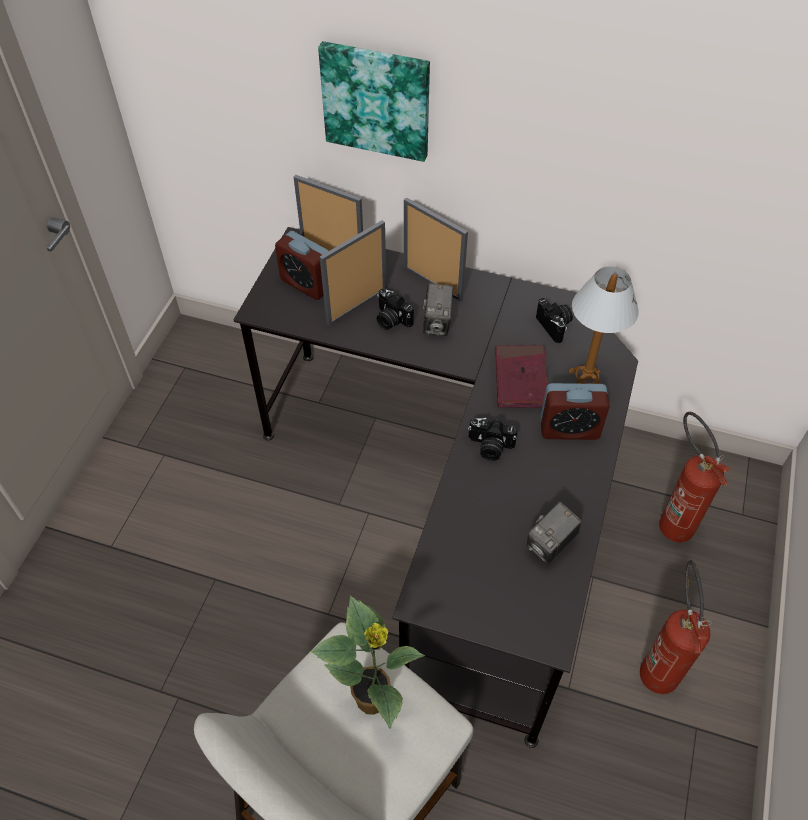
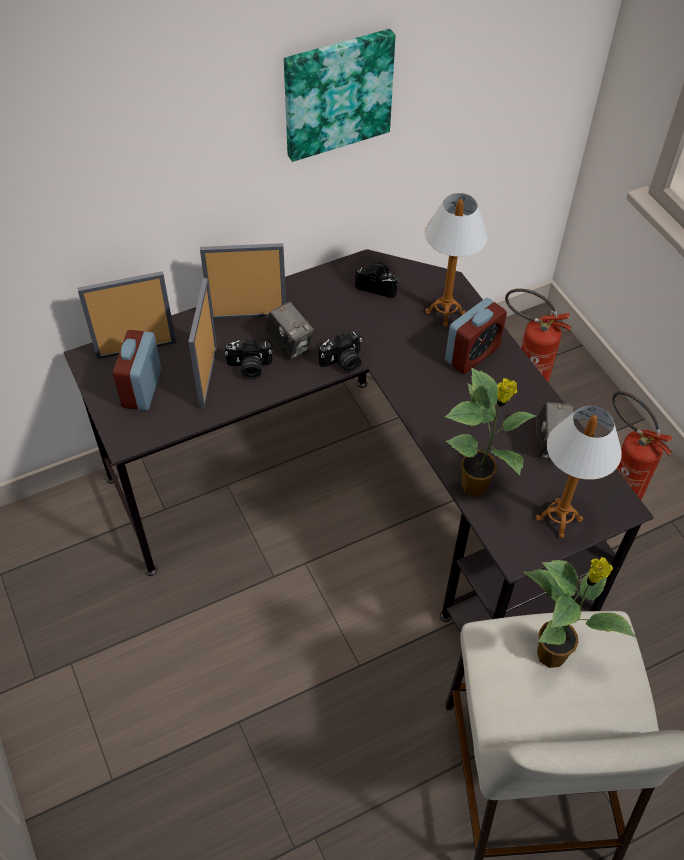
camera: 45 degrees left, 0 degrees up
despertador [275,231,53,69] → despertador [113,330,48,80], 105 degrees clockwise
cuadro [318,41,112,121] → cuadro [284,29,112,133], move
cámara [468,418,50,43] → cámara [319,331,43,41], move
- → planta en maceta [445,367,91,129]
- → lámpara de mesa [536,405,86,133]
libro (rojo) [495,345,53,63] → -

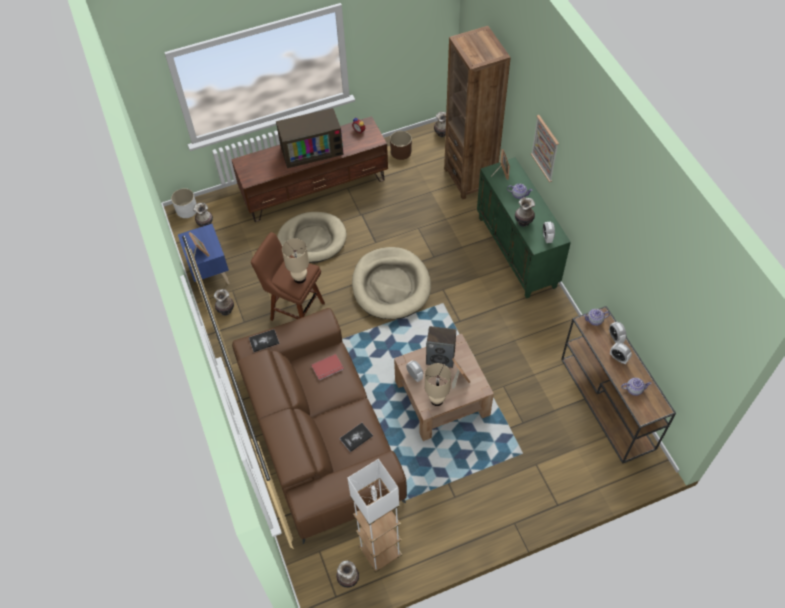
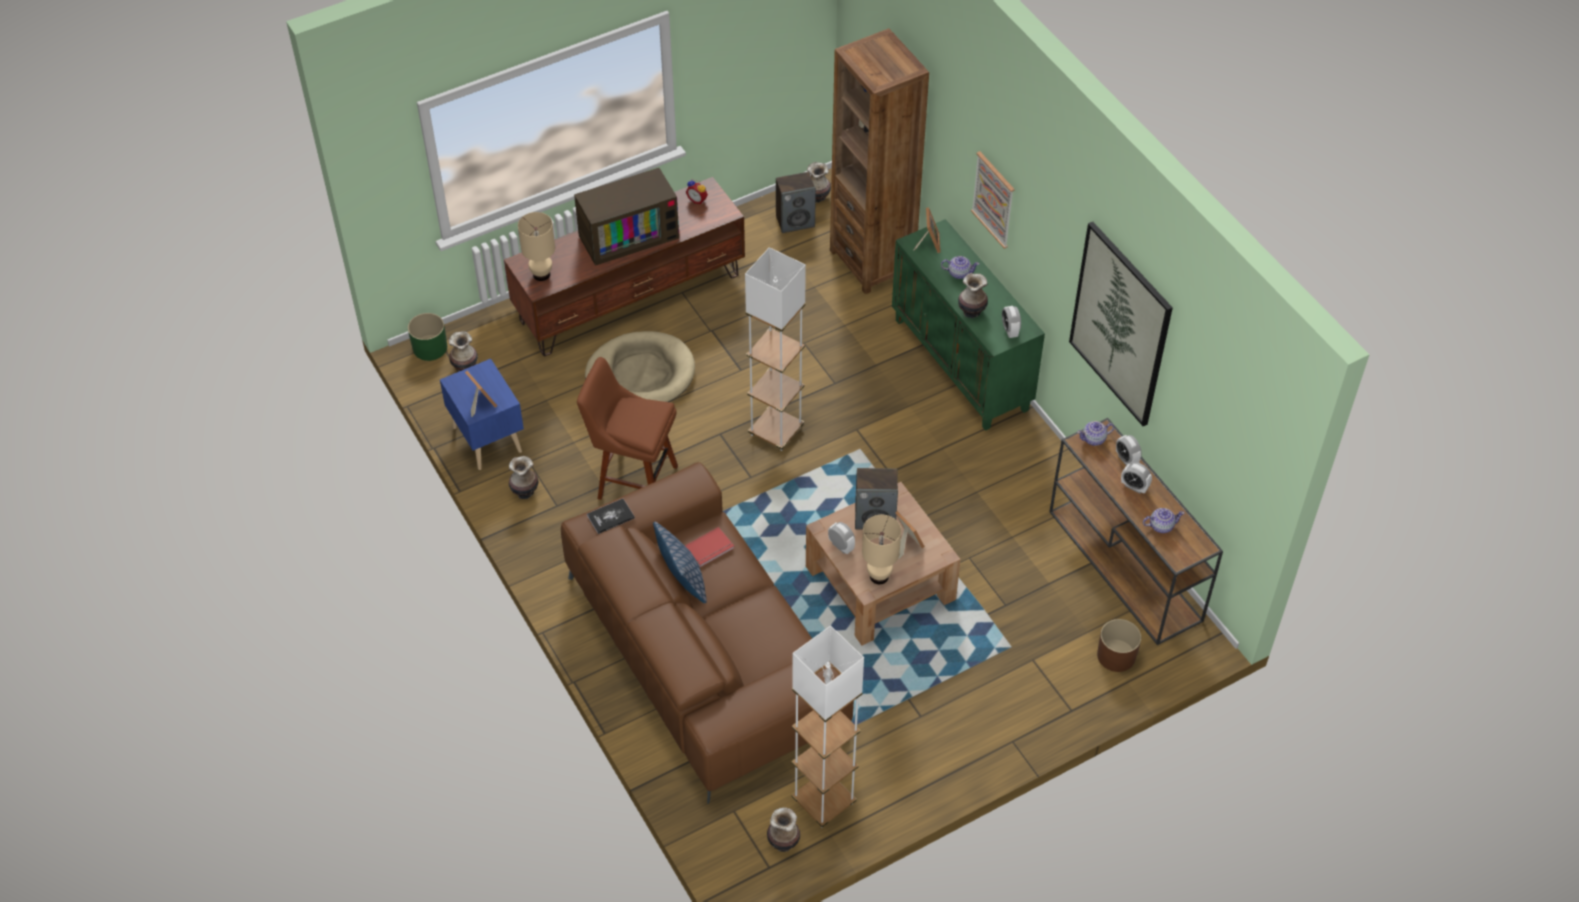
camera: 10 degrees left, 5 degrees down
maceta (blanco) [171,188,25,30] → maceta (verde) [408,313,39,48]
lámpara de mesa (beis) [282,238,27,46] → lámpara de mesa (beis) [518,212,37,69], move
- → cojín [653,522,54,81]
cama para perro (beis) [352,247,79,72] → lámpara de pie (blanco) [745,247,61,204]
- → altavoz [776,172,40,61]
- → cuadro [1069,222,104,204]
maceta (marrón) [390,131,22,29] → maceta (marrón) [1097,619,44,53], move
libro [340,423,33,29] → -

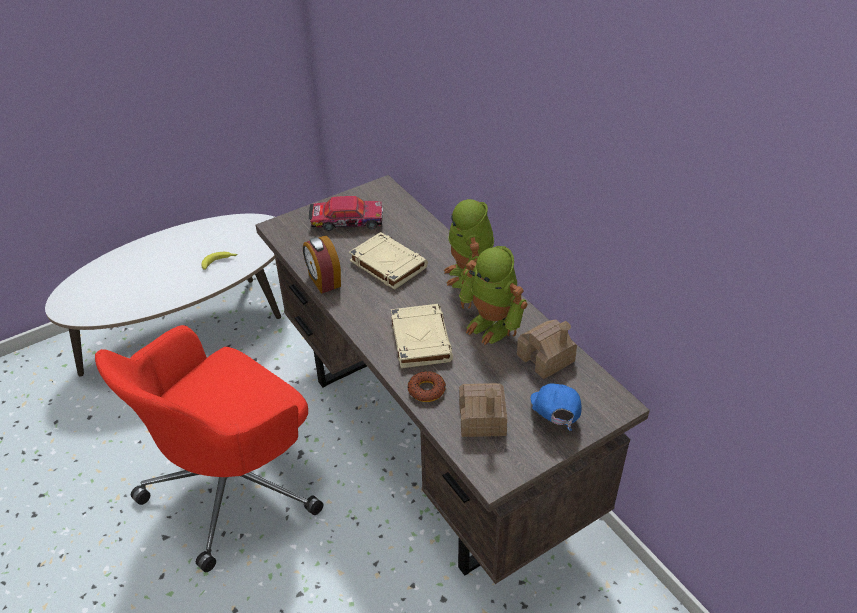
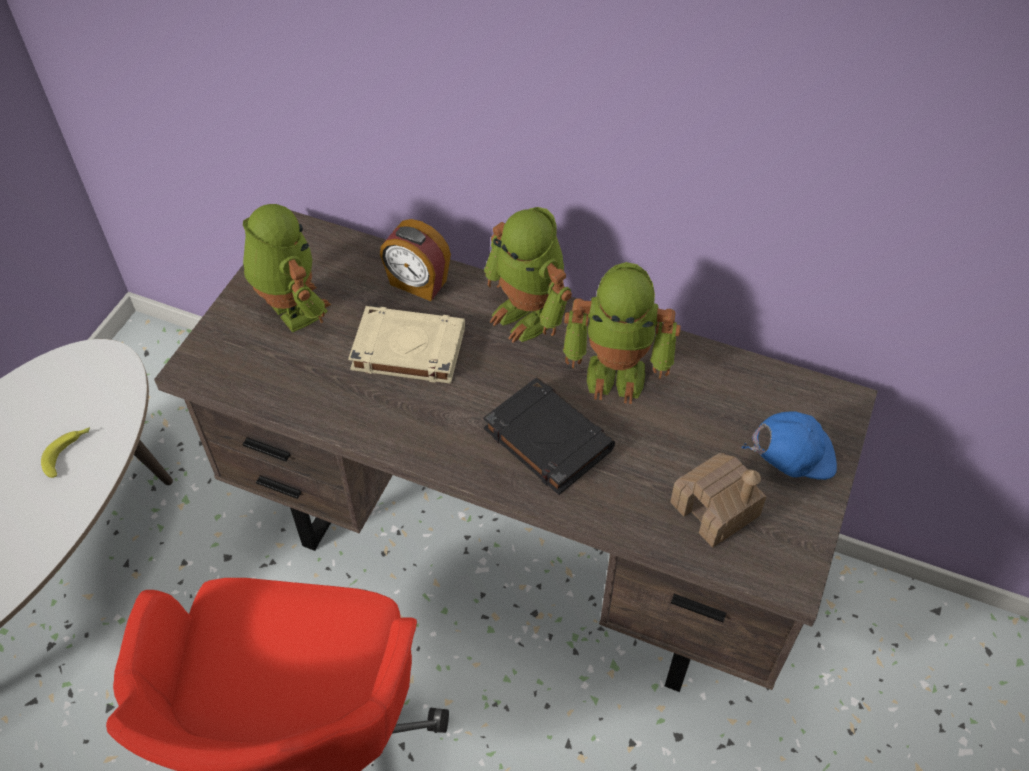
camera: 35 degrees left, 10 degrees up
coche de juguete [309,196,74,35] → robot de juguete [243,204,88,129]
despertador [303,236,38,58] → despertador [380,219,71,82], move
libro (beis) [391,304,62,64] → libro (negro) [483,377,132,118]
gorra (azul) [531,383,50,48] → gorra (azul) [741,411,96,69], 120 degrees clockwise
rosquilla [408,371,38,31] → -
casita [517,320,60,59] → -

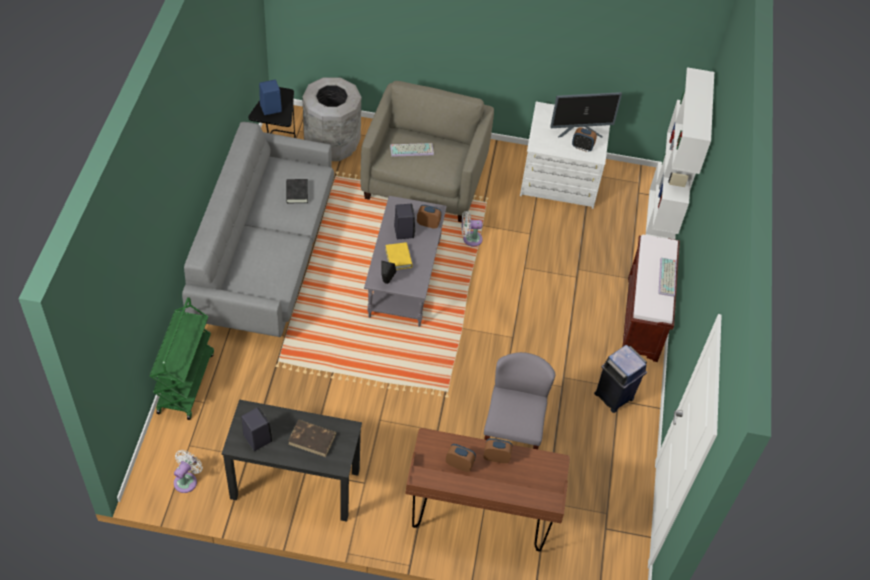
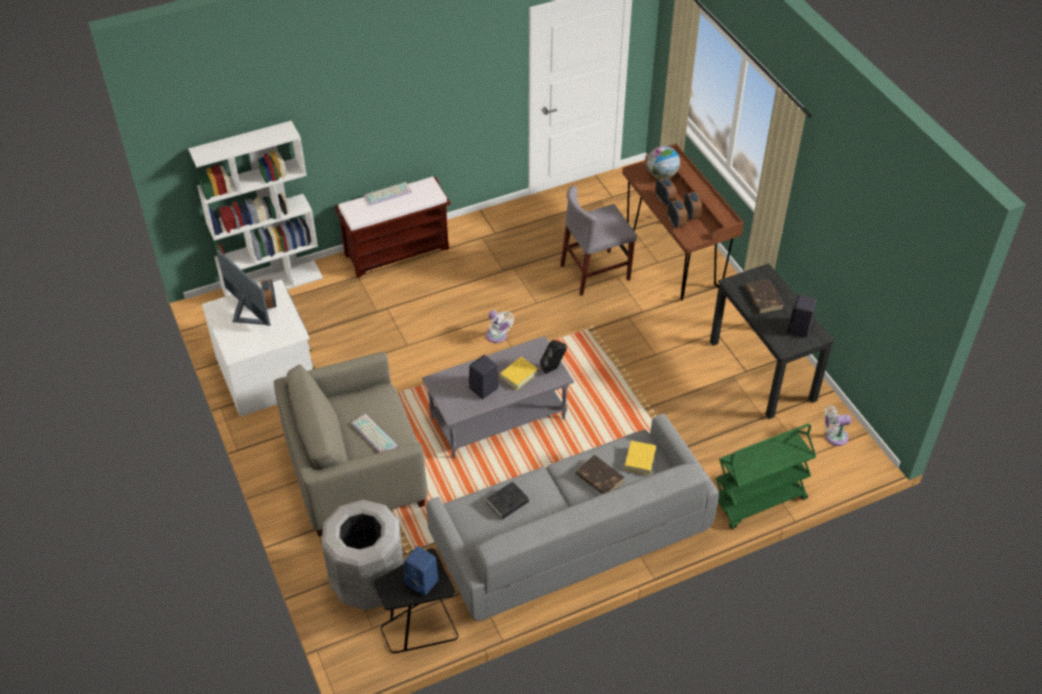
camera: 120 degrees left, 5 degrees down
ventilador (blanco) [462,211,21,36] → ventilador (blanco) [486,310,28,33], move
- → libro (marrón) [575,455,50,39]
- → libro (amarillo) [624,441,32,34]
- → globo terráqueo [647,146,33,33]
despertador [417,205,25,23] → despertador [668,200,20,28], move
papelera (azul) [594,345,53,68] → -

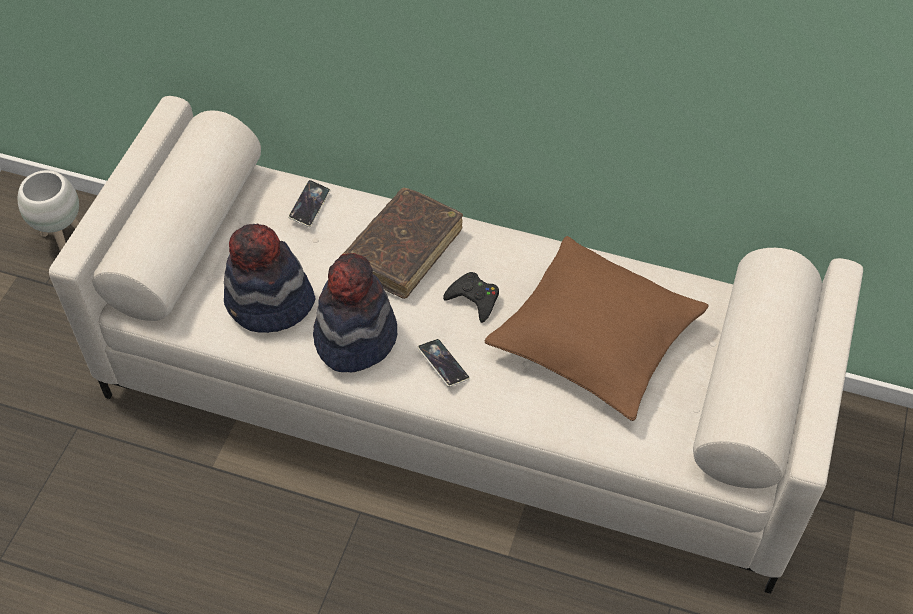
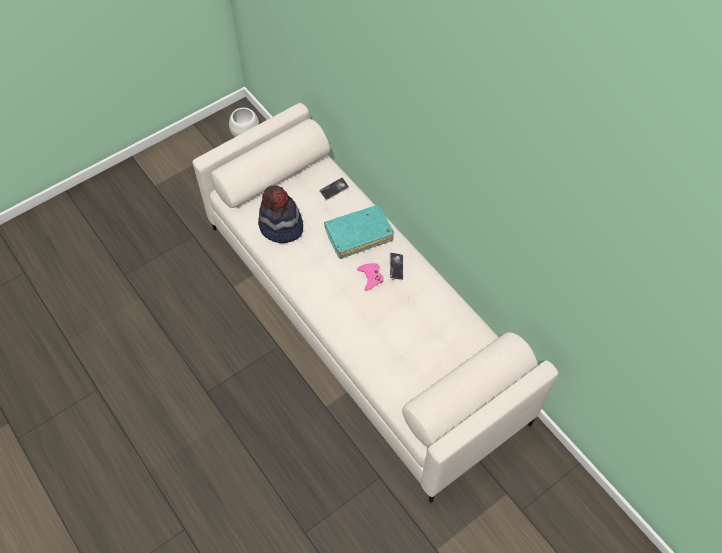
camera: 35 degrees right, 5 degrees up
libro (marrón) [343,188,120,111] → libro (turquesa) [324,205,70,54]
mando de consola (negro) [443,272,56,51] → mando de consola (rosa) [357,263,27,28]
móvil [417,339,53,48] → móvil [389,253,15,28], move
sombrero [313,253,84,119] → -
cojín (marrón) [485,236,224,185] → -

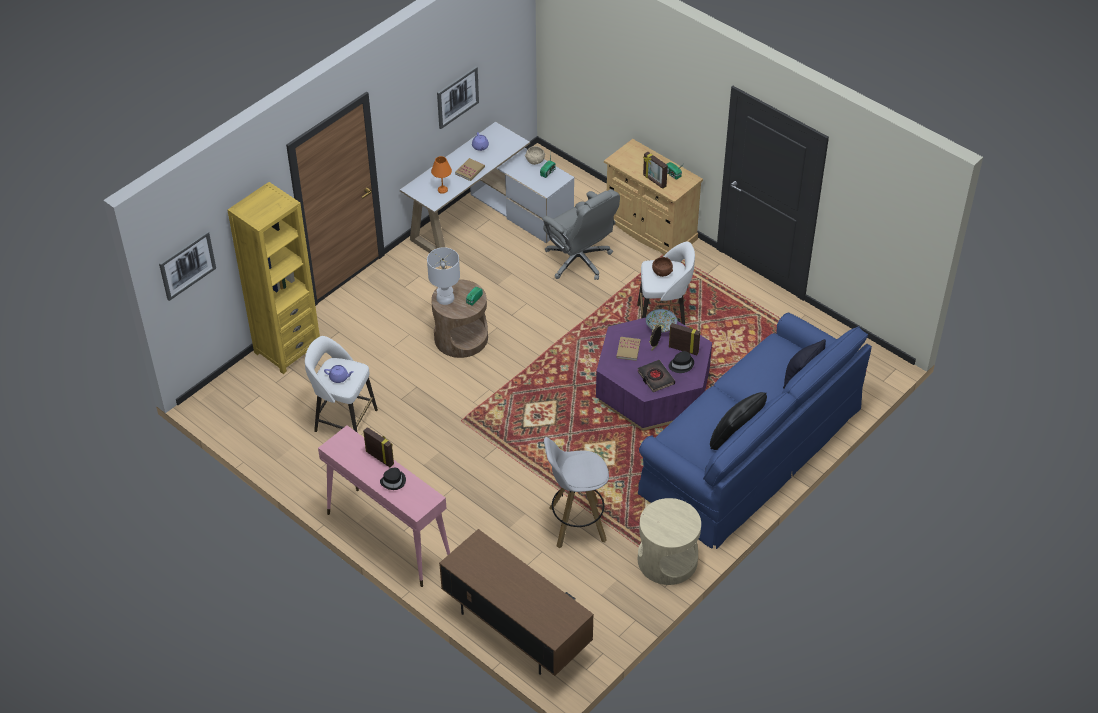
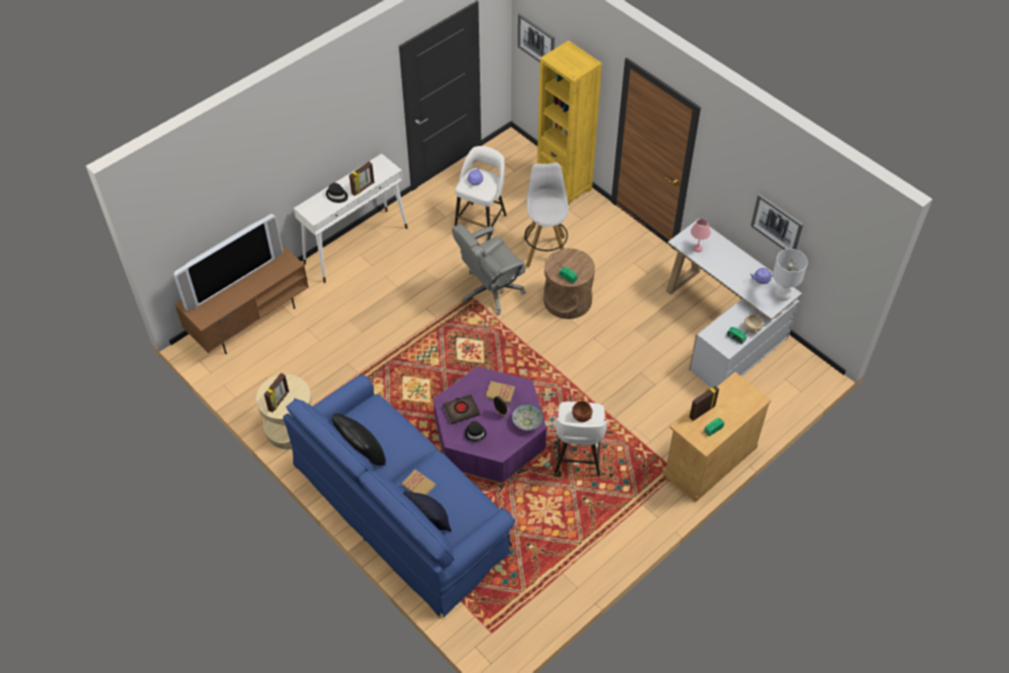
camera: 95 degrees right, 5 degrees up
- → televisor [174,214,109,97]
portarretratos [669,323,31,32] → portarretratos [264,373,25,40], move
mesa consola (rosa) [318,425,132,162] → mesa consola (blanco) [294,154,114,129]
libro [455,158,30,23] → libro [402,470,34,25], move
silla de oficina (gris) [542,189,78,91] → silla de oficina (gris) [452,224,74,91], move
taburete (blanco) [544,437,65,111] → taburete (blanco) [523,163,46,104], move
lámpara de mesa (naranja) [431,156,21,38] → lámpara de mesa (rosa) [691,219,20,33]
lámpara de mesa (blanco) [427,247,33,58] → lámpara de mesa (blanco) [773,249,35,52], move

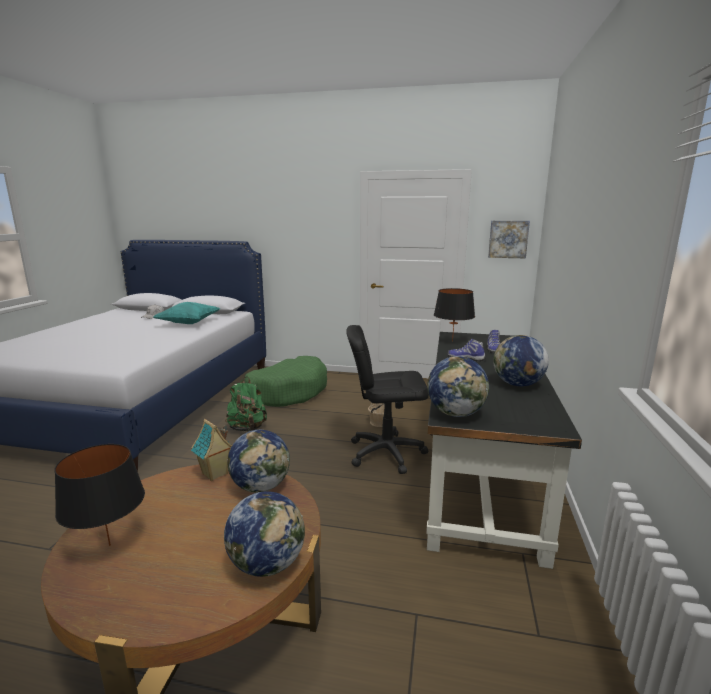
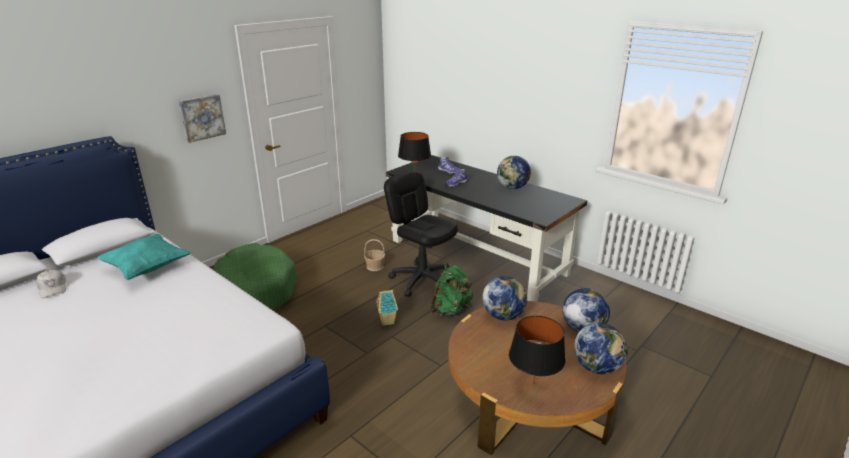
camera: 60 degrees left, 10 degrees up
cuadro [488,220,42,38] → cuadro [179,94,47,49], move
casita [191,419,41,62] → casita [376,290,22,36], move
silla de oficina (negro) [346,325,83,149] → silla de oficina (negro) [384,171,74,126], 105 degrees clockwise
mochila (verde) [225,376,42,55] → mochila (verde) [431,262,42,55], move
globo terráqueo [427,356,62,61] → globo terráqueo [574,323,54,51], move

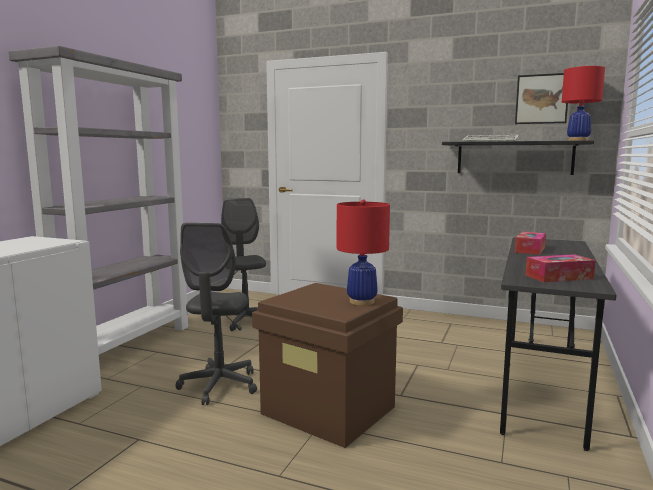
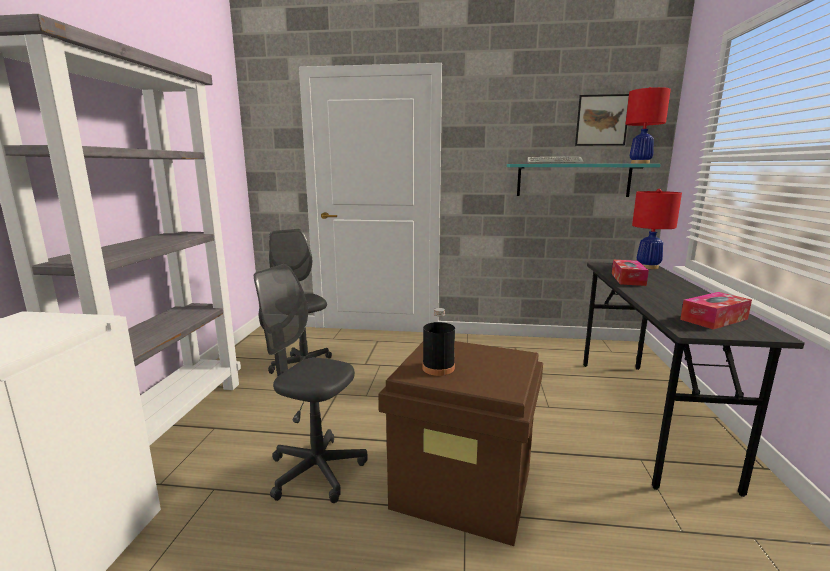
camera: 15 degrees left, 5 degrees up
silla de oficina (gris) [175,223,82,182] → silla de oficina (gris) [254,264,114,239], 120 degrees clockwise
- → botella (negro) [422,308,33,68]
estante (negro) [442,141,152,34] → estante (turquesa) [507,164,154,33]
lámpara de mesa (rojo) [337,200,53,106] → lámpara de mesa (rojo) [632,189,50,80], move

